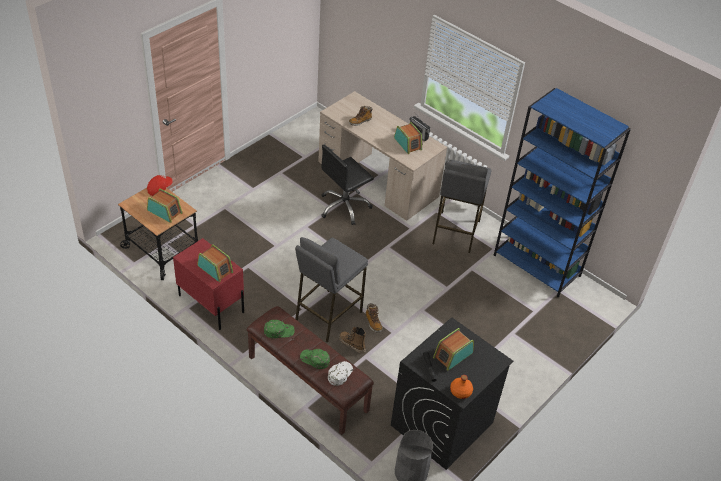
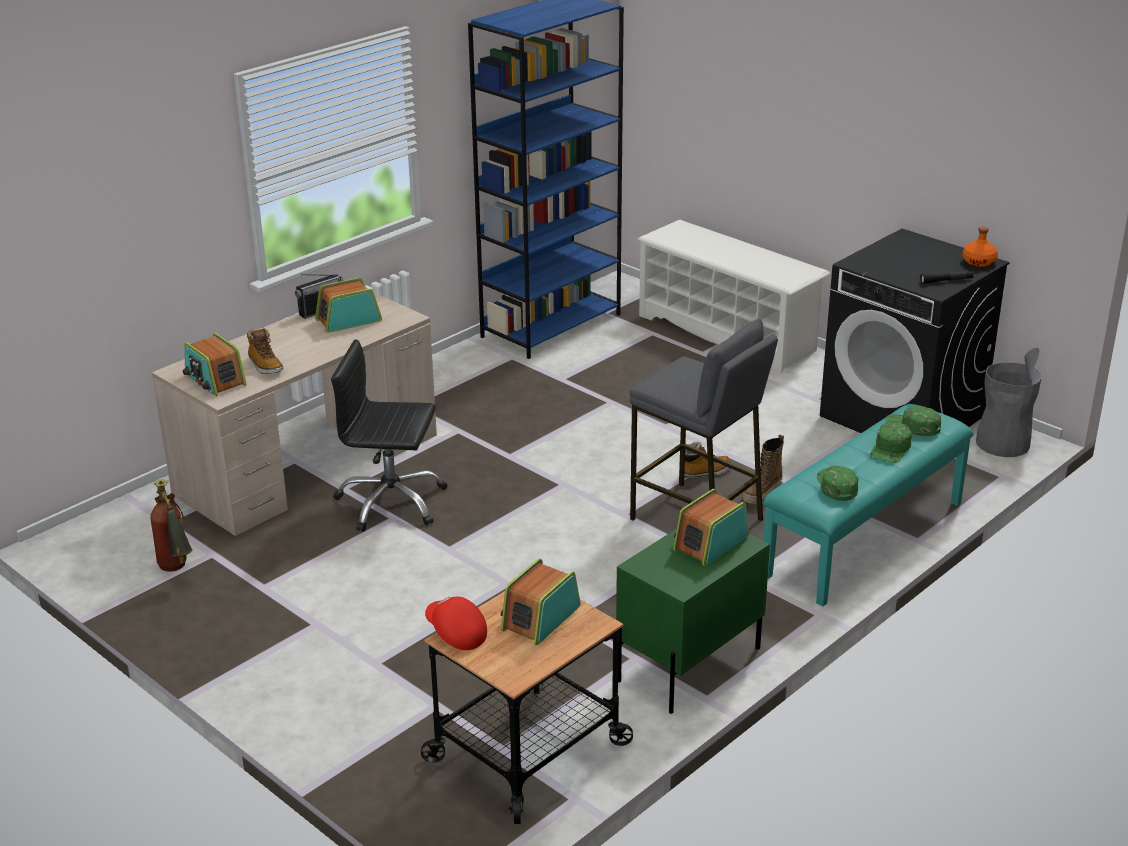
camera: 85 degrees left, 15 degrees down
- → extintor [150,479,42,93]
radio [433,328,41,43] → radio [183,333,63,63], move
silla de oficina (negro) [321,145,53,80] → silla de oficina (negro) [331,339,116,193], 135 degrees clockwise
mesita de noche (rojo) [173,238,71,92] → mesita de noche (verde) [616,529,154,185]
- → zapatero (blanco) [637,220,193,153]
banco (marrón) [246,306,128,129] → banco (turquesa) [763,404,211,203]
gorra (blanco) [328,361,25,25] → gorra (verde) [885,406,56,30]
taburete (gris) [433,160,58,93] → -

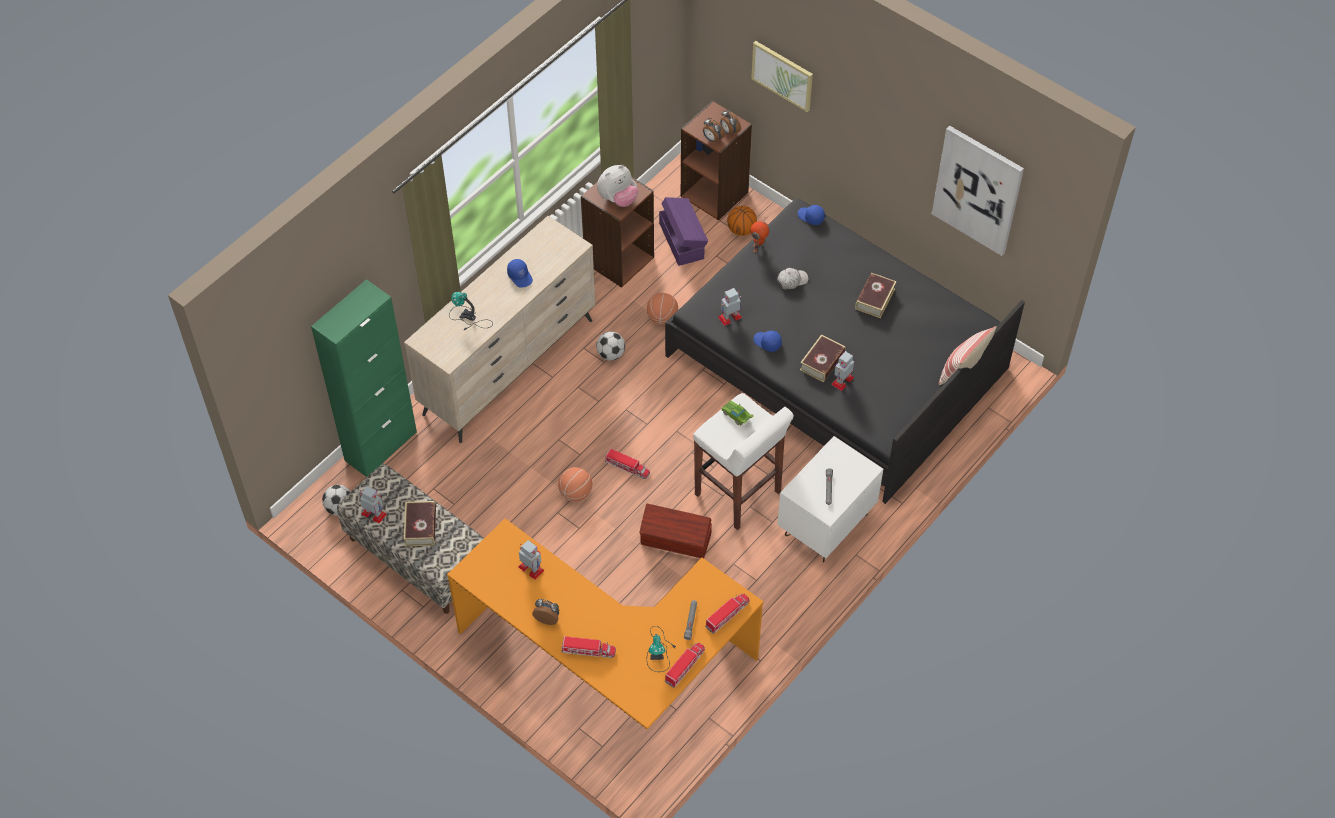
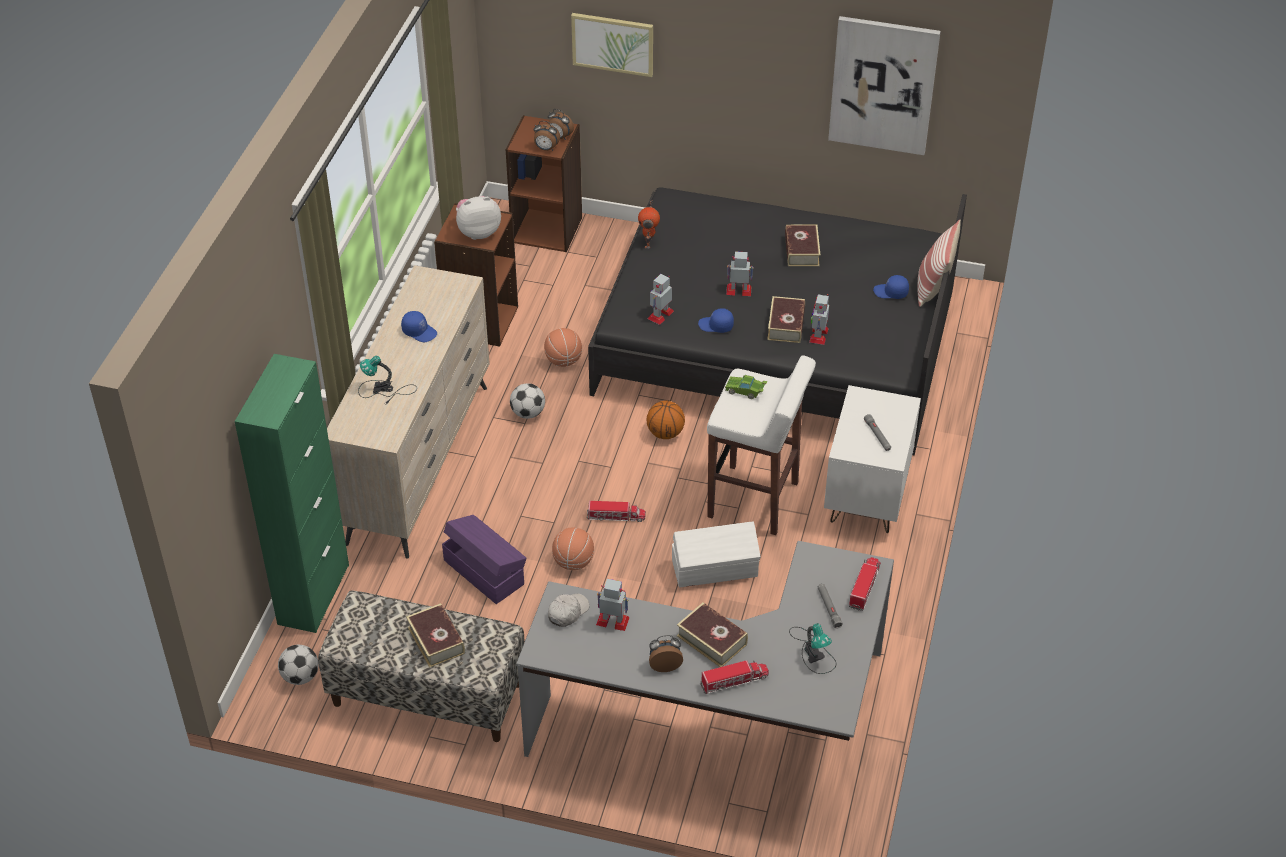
camera: 25 degrees left, 10 degrees down
caja de almacenaje (morado) [659,197,49,69] → caja de almacenaje (morado) [442,515,85,89], move
peluche [597,165,42,42] → peluche [456,196,45,44], 135 degrees counterclockwise
escritorio (naranja) [447,519,316,210] → escritorio (gris) [516,541,378,216]
gorra (blanco) [777,268,31,21] → gorra (blanco) [548,594,42,33], move
balón de baloncesto [727,206,30,30] → balón de baloncesto [647,401,38,38], move
caja de almacenaje (marrón) [639,503,73,55] → caja de almacenaje (blanco) [672,521,88,66]
- → libro [677,602,71,65]
robot de juguete [360,486,27,38] → robot de juguete [726,251,28,45], move
gorra (azul) [798,205,27,20] → gorra (azul) [873,275,36,24], move
camión de juguete [665,643,40,45] → -

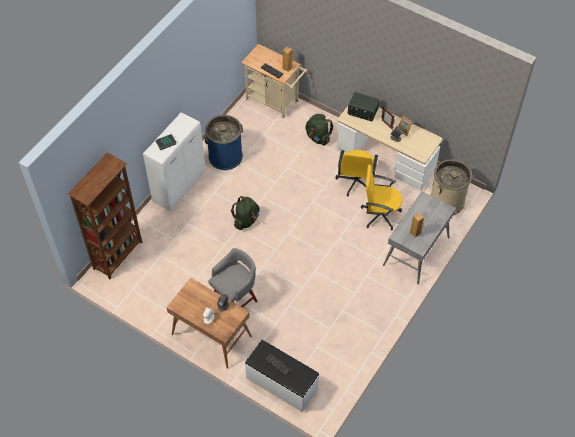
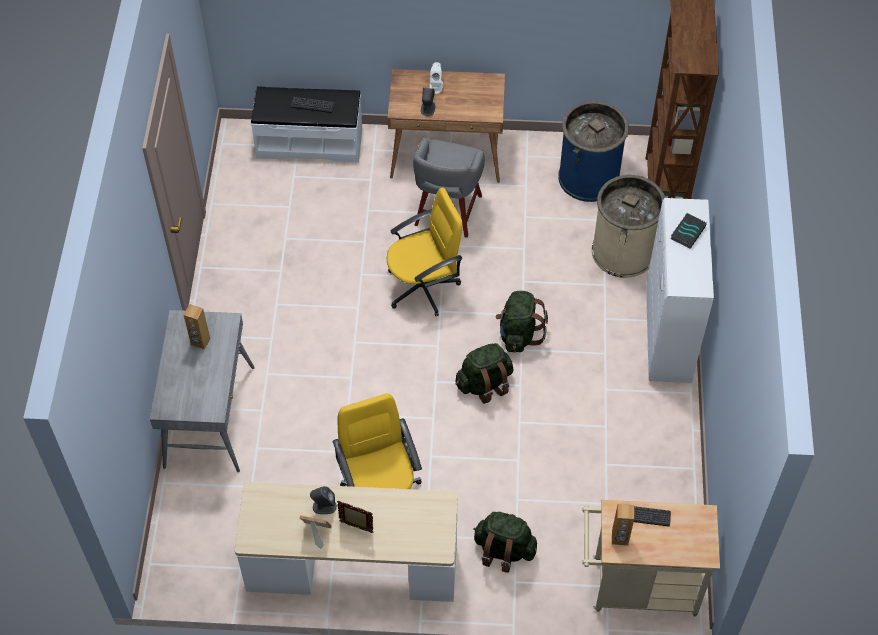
camera: 150 degrees right, 0 degrees up
silla de oficina (amarillo) [361,165,41,66] → silla de oficina (amarillo) [387,188,75,128], move
- → mochila (verde) [455,343,59,61]
papelera (azul) [204,115,39,55] → papelera (azul) [558,101,71,101], move
papelera (beis) [431,159,41,56] → papelera (beis) [592,175,73,103], move
radio [348,92,31,29] → -

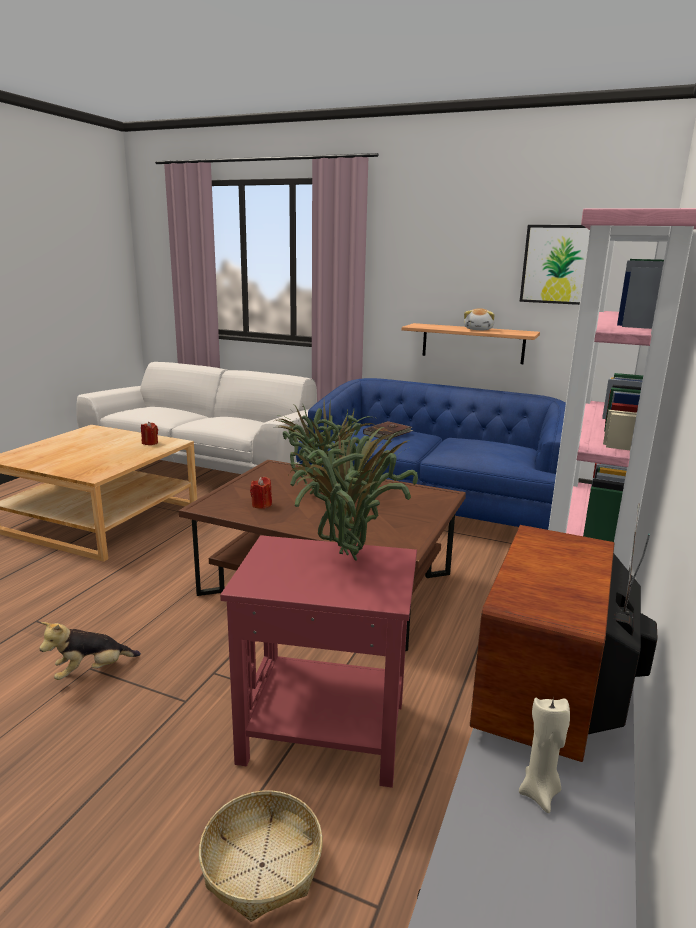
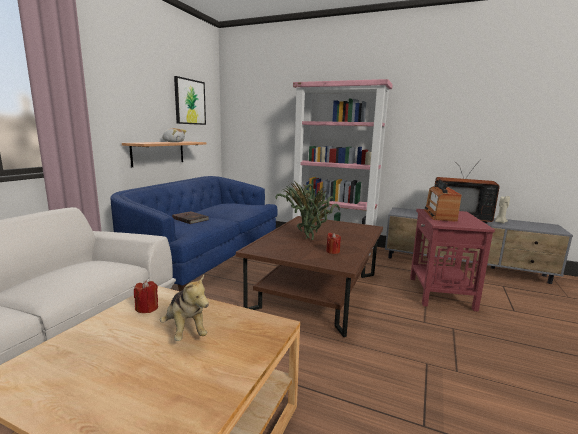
camera: 90 degrees left, 5 degrees down
peluche [39,622,102,58] → peluche [160,275,49,66], move
planta en maceta [289,427,129,134] → radio [424,179,38,43]
cesta [199,790,124,132] → -

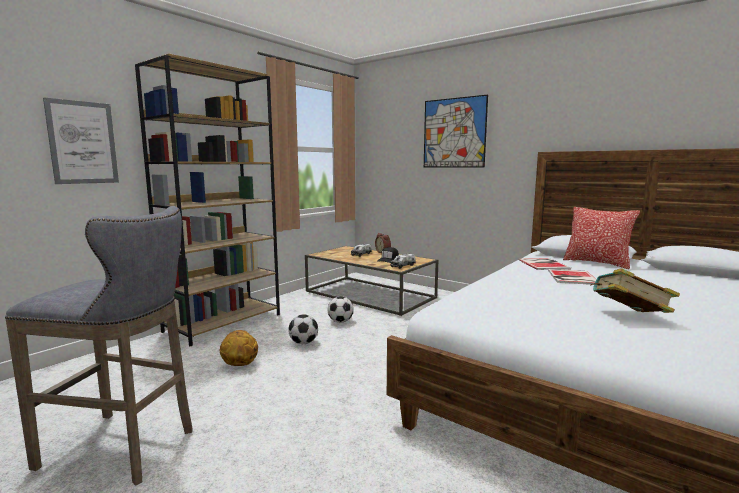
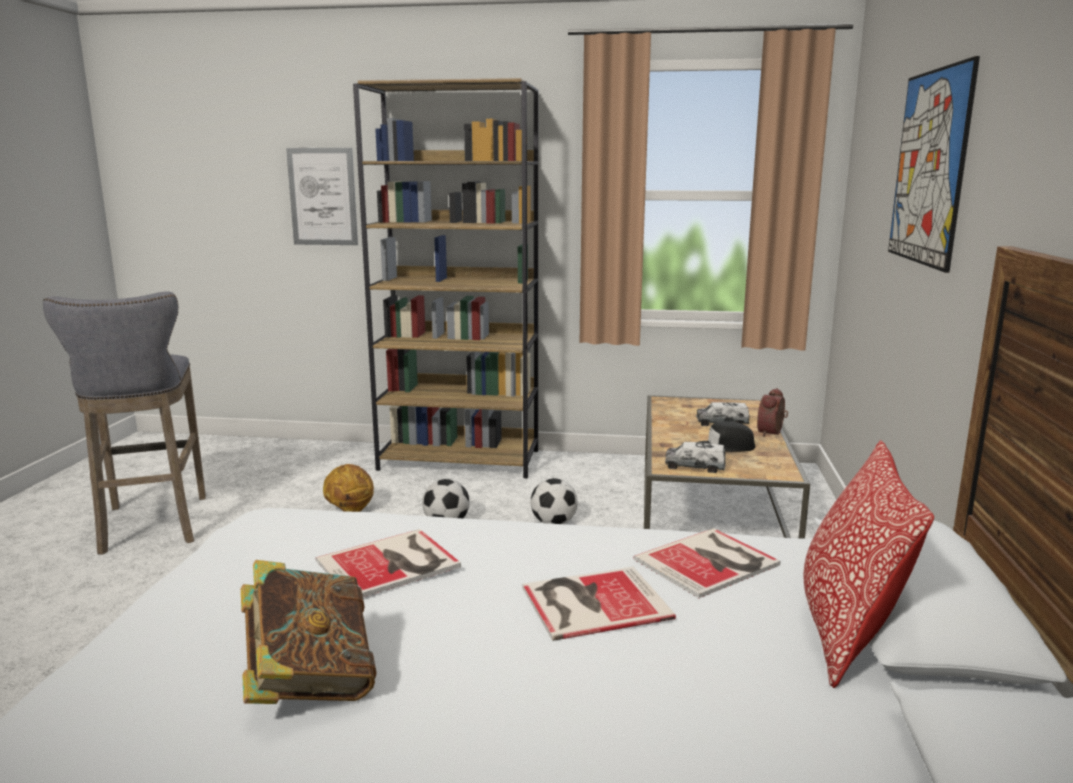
camera: 60 degrees right, 5 degrees up
- → libro [316,529,145,68]

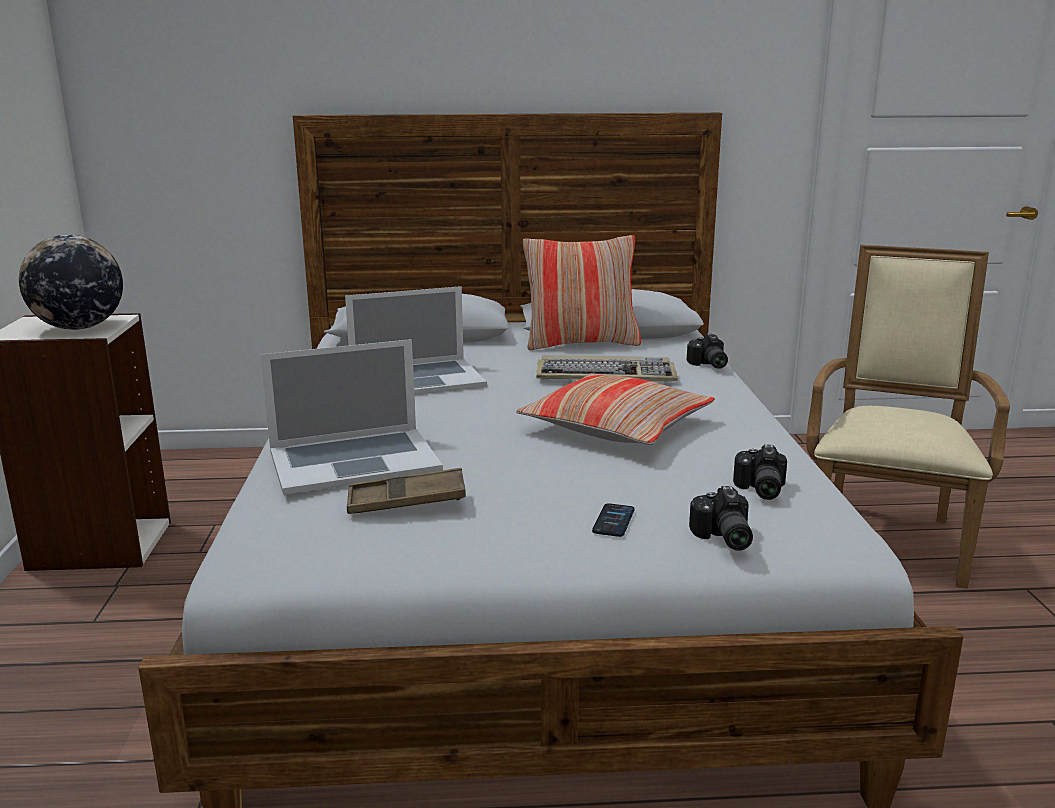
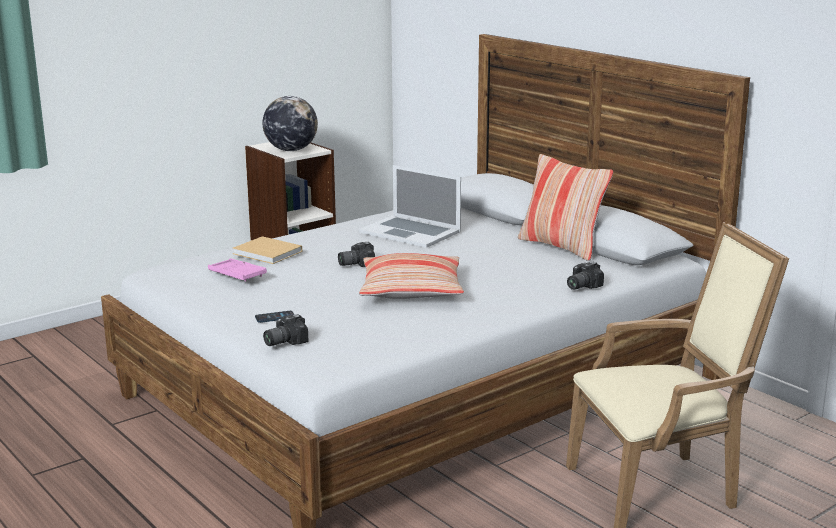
camera: 55 degrees right, 0 degrees up
bandeja (marrón) [347,468,119,46] → bandeja (rosa) [208,258,59,23]
portátil [260,339,183,156] → libro (beis) [232,236,70,28]
cámara [733,444,54,56] → cámara [338,242,37,25], move
teclado [536,355,142,27] → -

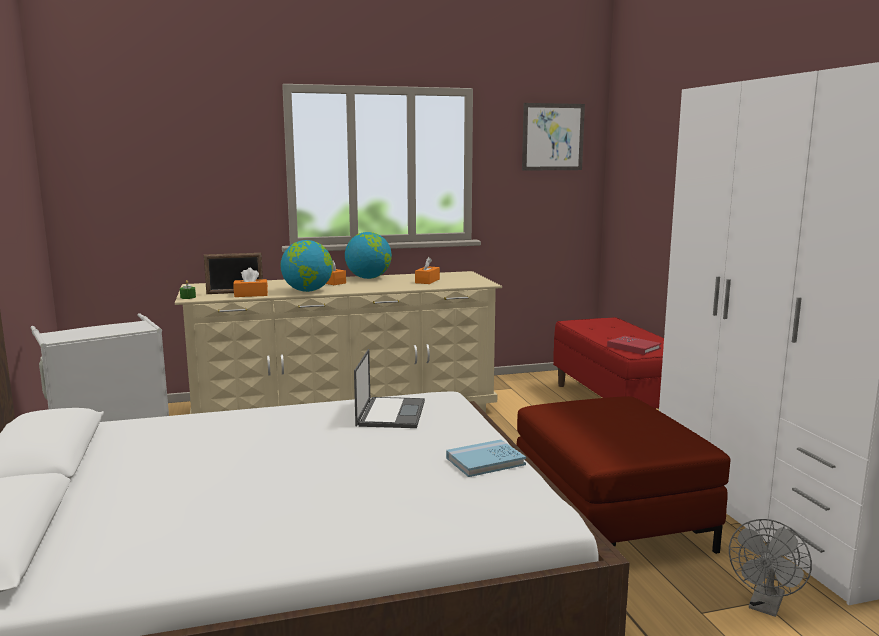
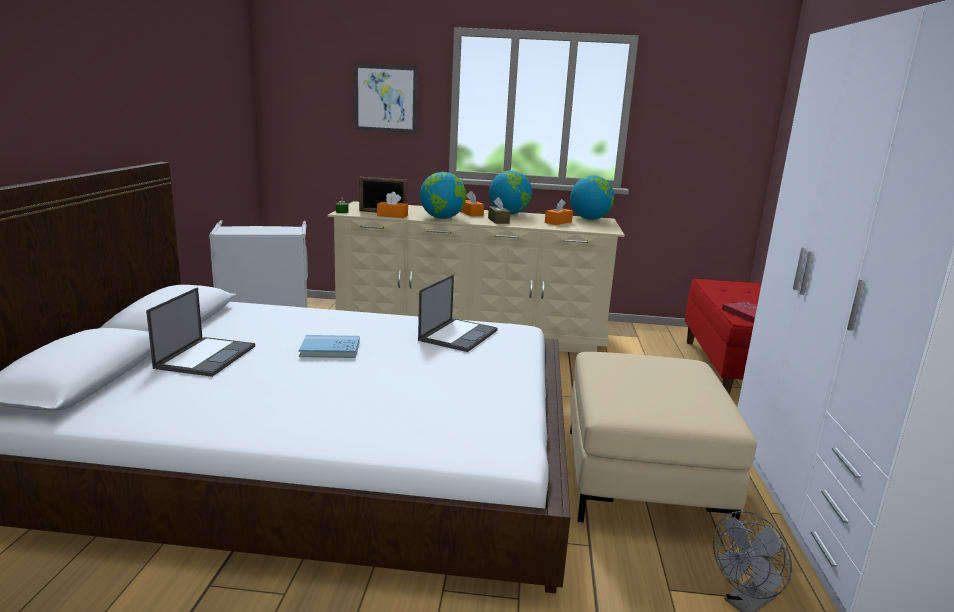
camera: 20 degrees right, 5 degrees up
- → portátil [146,287,109,90]
libro (azul) [446,440,80,37] → libro (azul) [299,335,61,23], move
cuadro [522,103,63,68] → cuadro [354,63,64,70], move
- → caja de pañuelos (marrón) [488,197,22,27]
- → globo terráqueo [570,176,44,44]
puf (rojo) [516,396,215,158] → puf (beis) [570,352,187,170]

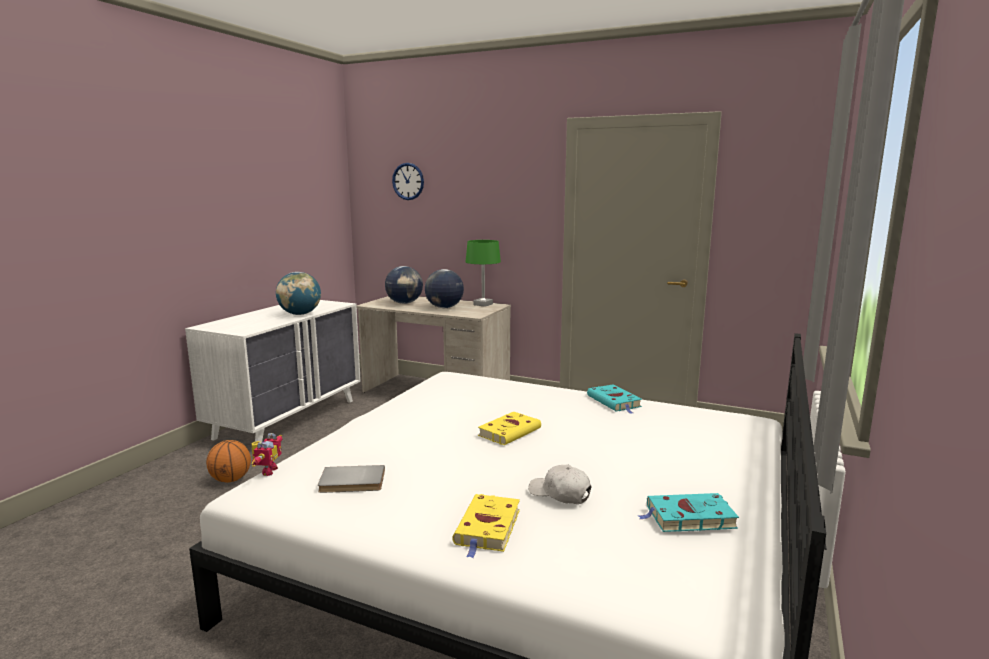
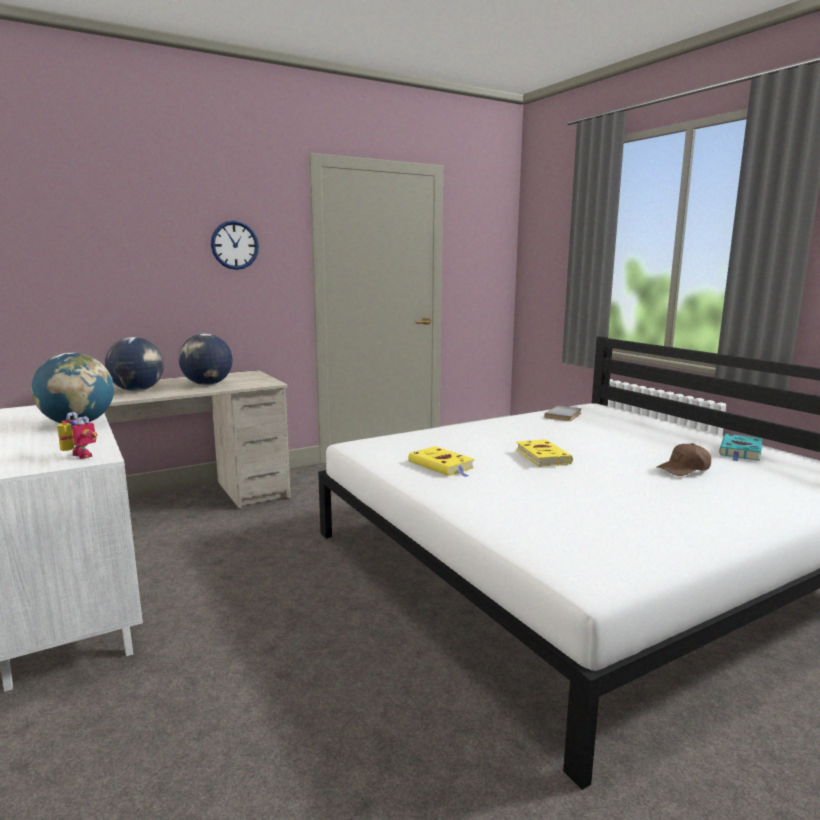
camera: 55 degrees left, 0 degrees up
robot de juguete [252,433,31,43] → robot de juguete [57,412,40,47], move
reloj de pared [392,163,32,37] → reloj de pared [211,221,48,49], move
libro (amarillo) [452,494,68,64] → libro (amarillo) [408,446,67,31], move
libro (gris) [318,465,67,28] → libro (gris) [544,405,38,16], move
gorra (blanco) [528,465,63,39] → gorra (marrón) [657,443,54,33]
balón de baloncesto [206,440,45,43] → -
lámpara de mesa (verde) [466,240,35,67] → -
libro (turquesa) [587,384,55,30] → -

